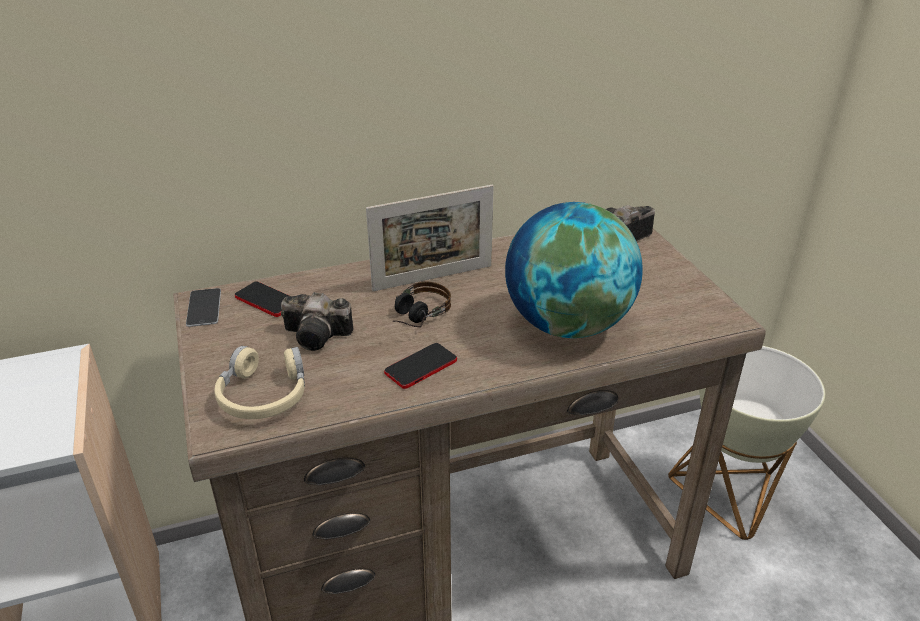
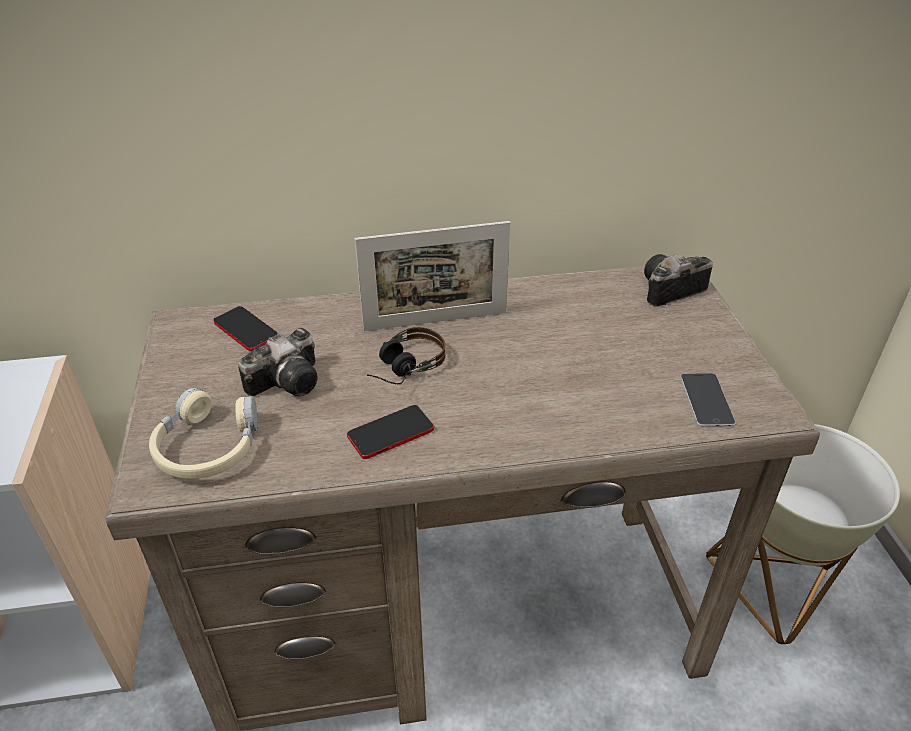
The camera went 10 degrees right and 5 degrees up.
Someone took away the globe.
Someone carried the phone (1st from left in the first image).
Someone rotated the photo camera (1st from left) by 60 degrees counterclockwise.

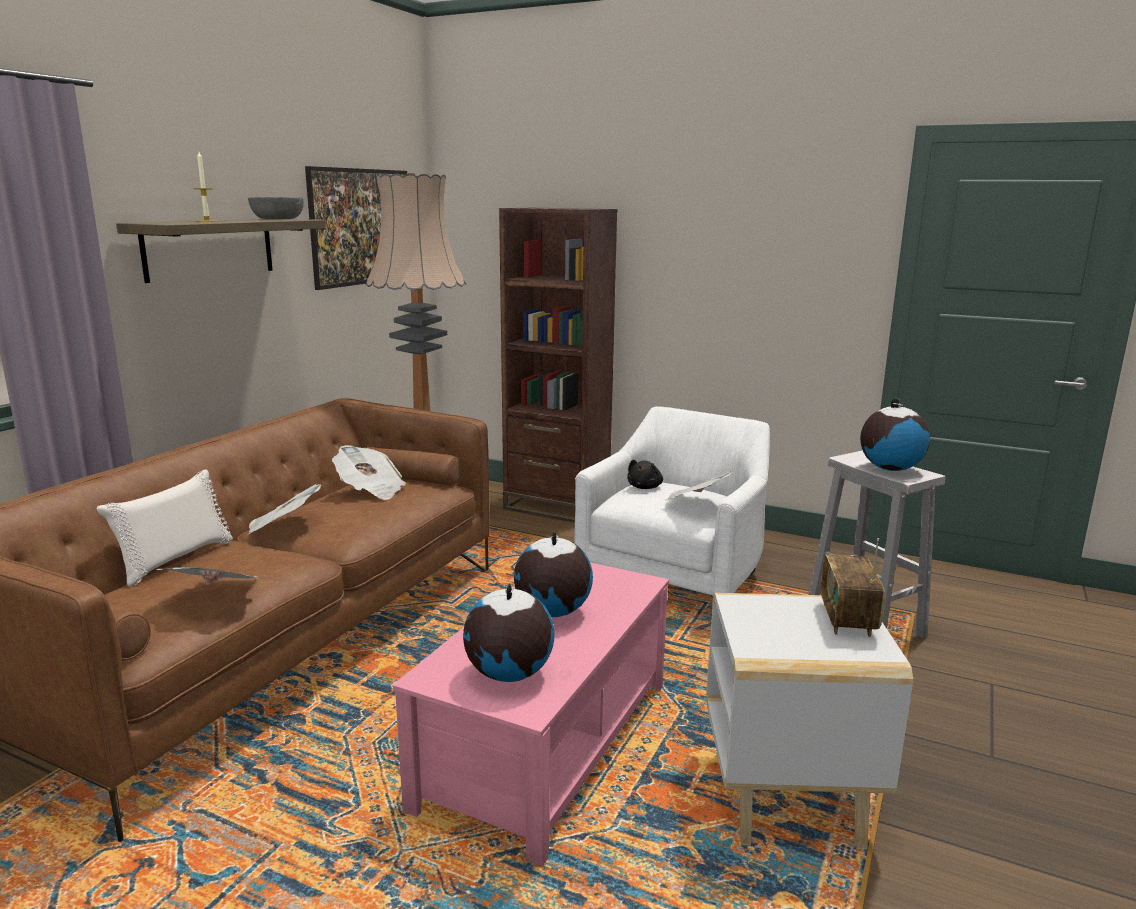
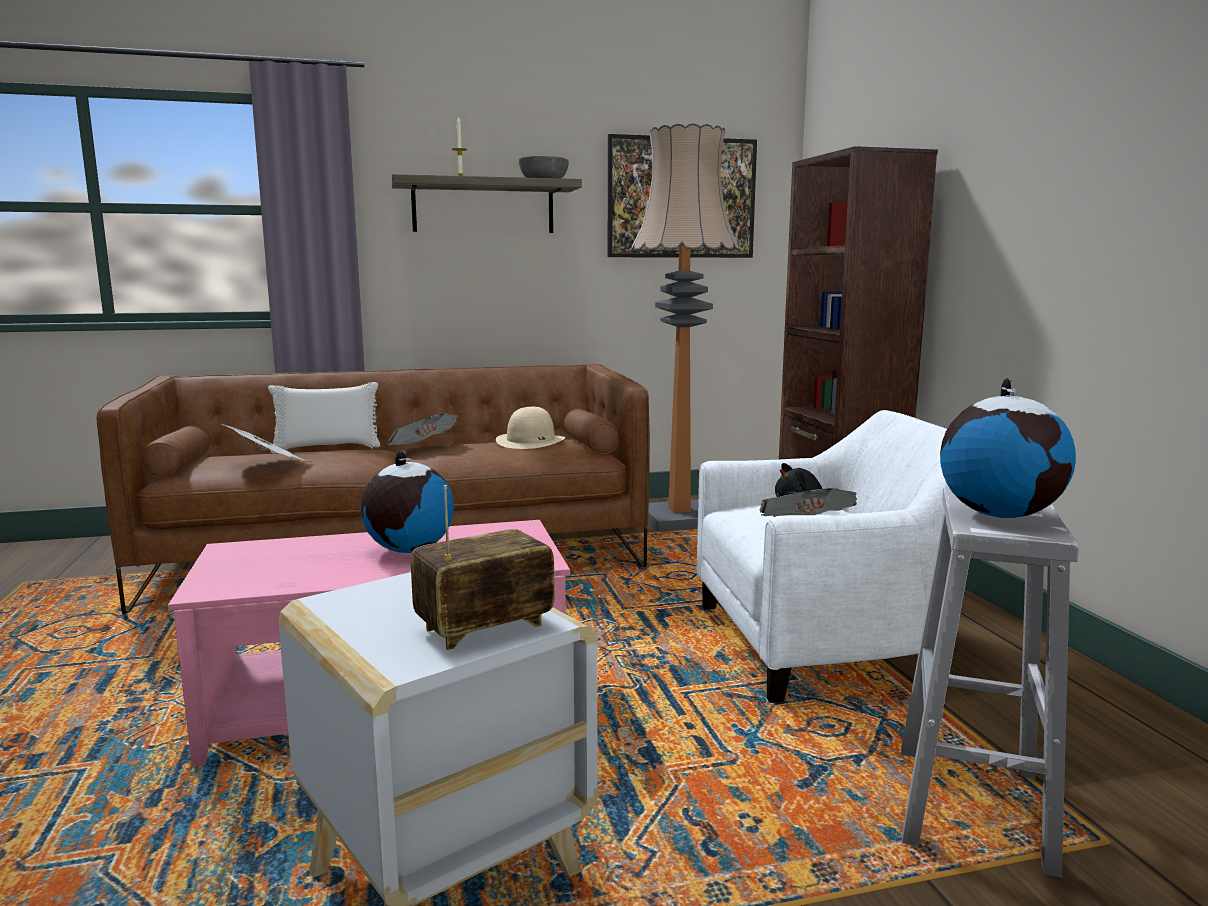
The camera went 50 degrees right and 5 degrees down.
Someone swapped the newspaper (3rd from left) for the hat (beige).
Someone took away the globe (1st from left).

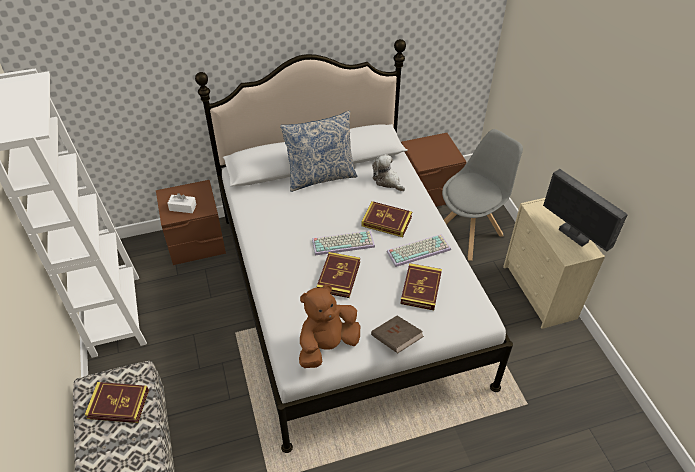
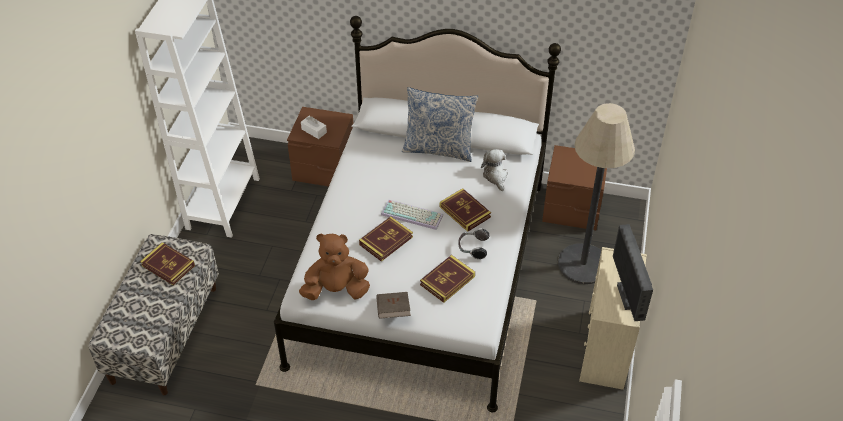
The camera went 30 degrees right and 0 degrees up.
Someone swapped the chair (grey) for the floor lamp.
Someone swapped the keyboard (2nd from left) for the headphones.

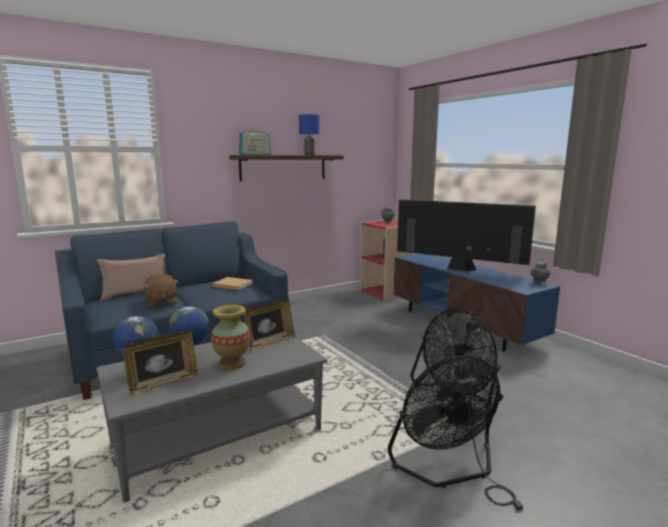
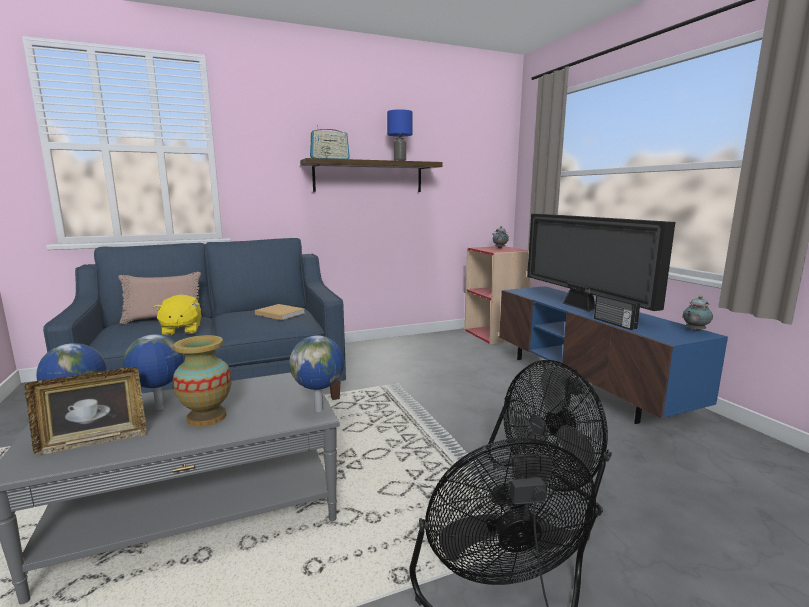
The camera went 10 degrees right and 0 degrees up.
Someone rotated the television by 150 degrees counterclockwise.
Someone repainted the plush toy (brown), which became the plush toy (yellow).
Someone took away the picture frame (2nd from left).
Someone put down the radio (2nd from left).
Someone put down the globe (3rd from left).

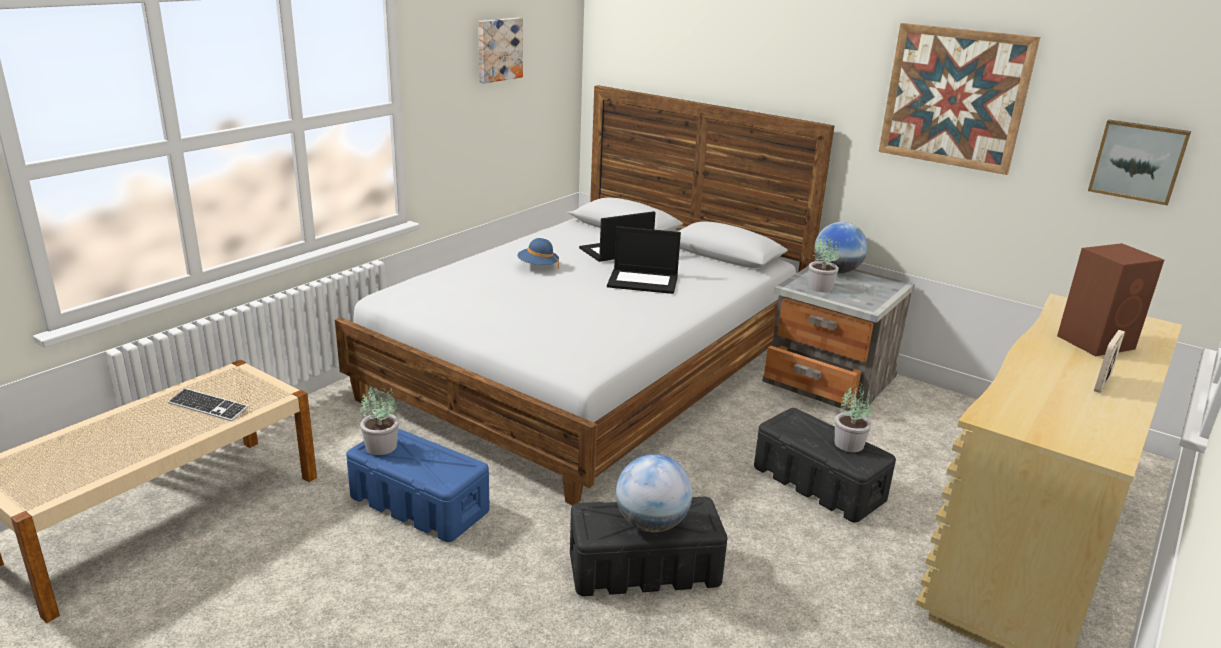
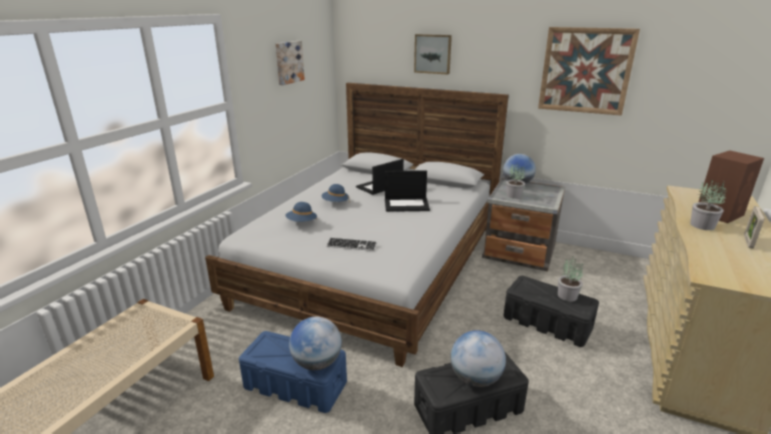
The camera went 10 degrees left and 0 degrees up.
Someone carried the picture (3rd from left in the first image).
Someone carried the potted plant (1st from left in the first image).
Someone carried the keyboard.
Someone put down the hat (blue) (1st from left).
Someone put down the globe (1st from left).

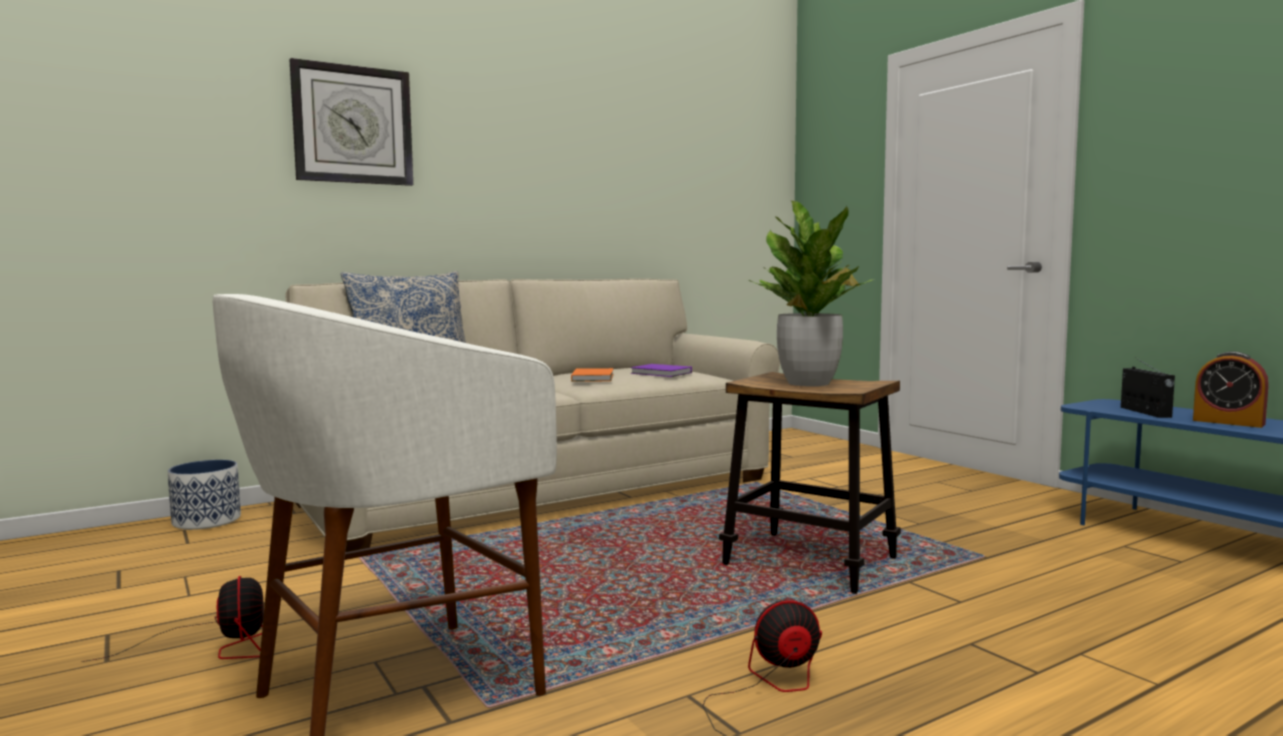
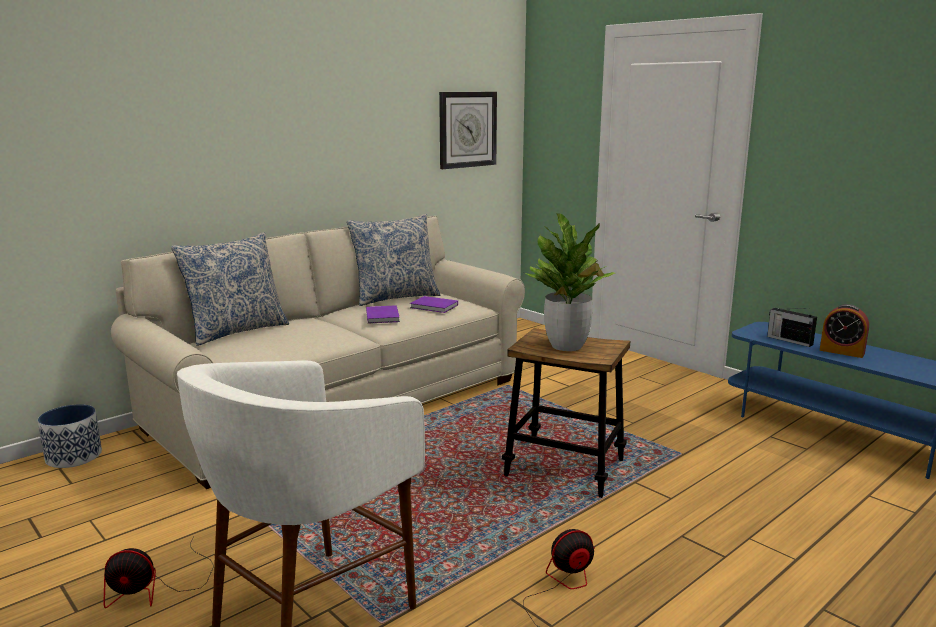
The camera went 10 degrees left and 10 degrees up.
Someone carried the wall clock.
Someone rotated the radio by 150 degrees clockwise.
Someone repainted the book (orange), which became the book (purple) (1st from left).
Someone rotated the fan (1st from left) by 120 degrees clockwise.
Someone put down the pillow (2nd from left).

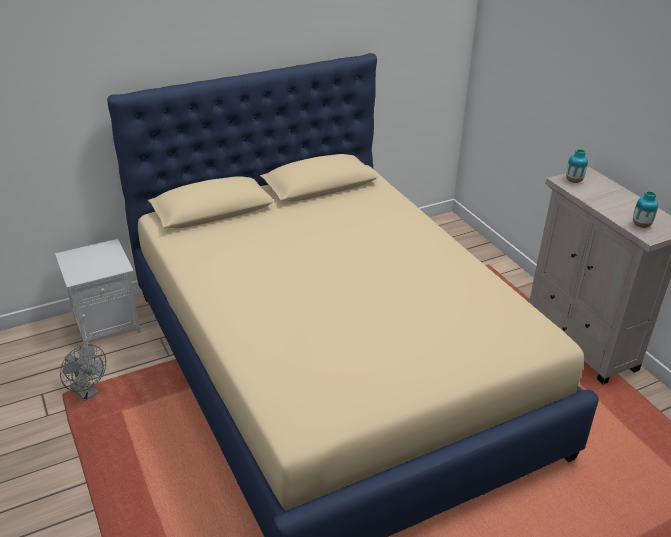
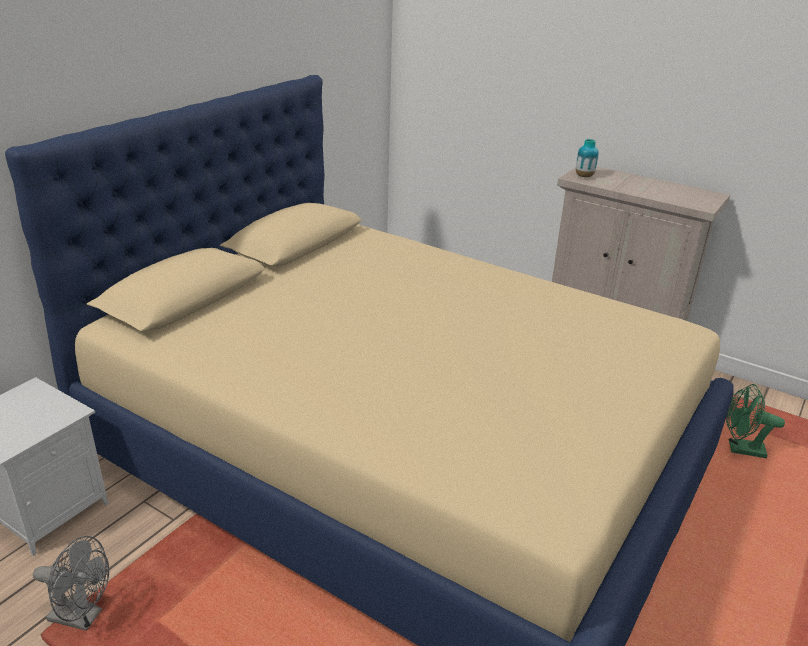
The camera went 30 degrees left and 5 degrees down.
Someone took away the vase (2nd from left).
Someone put down the fan (green).

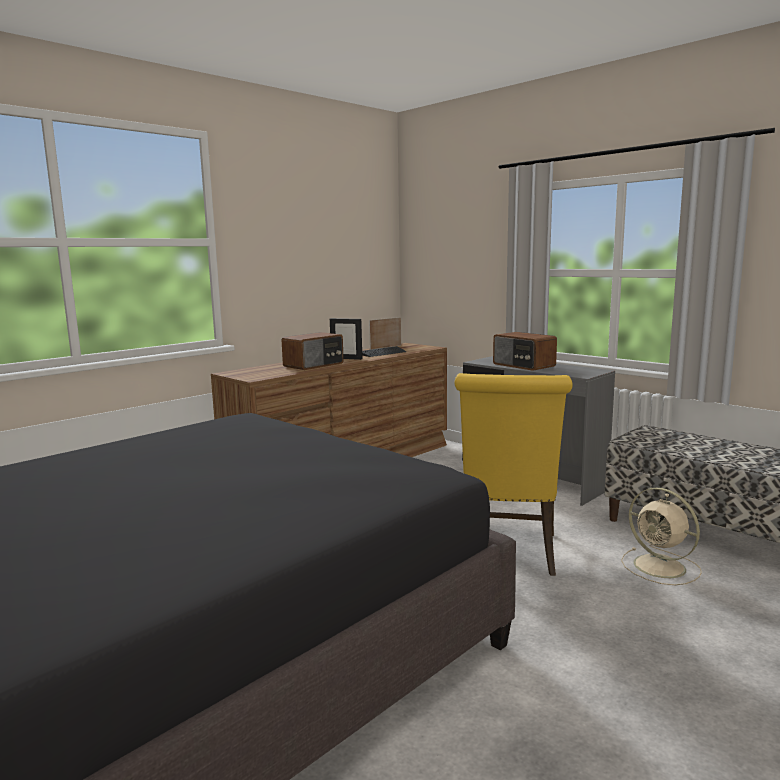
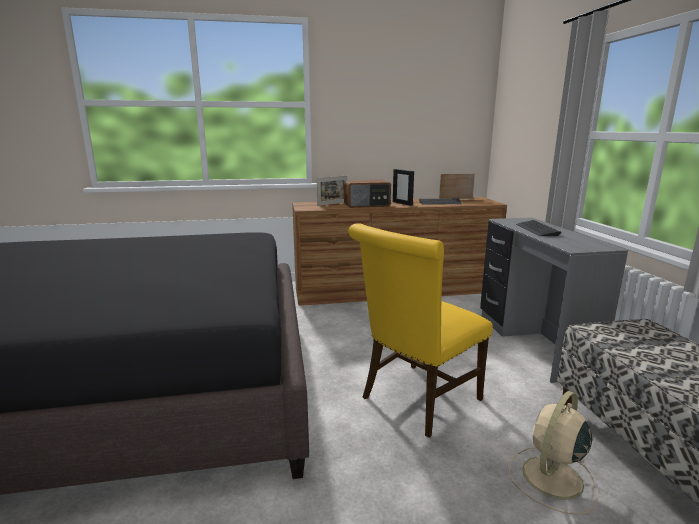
The camera went 35 degrees right and 5 degrees up.
Someone swapped the radio (2nd from left) for the keyboard (2nd from left).
Someone rotated the fan (beige) by 45 degrees clockwise.
Someone put down the picture frame (1st from left).

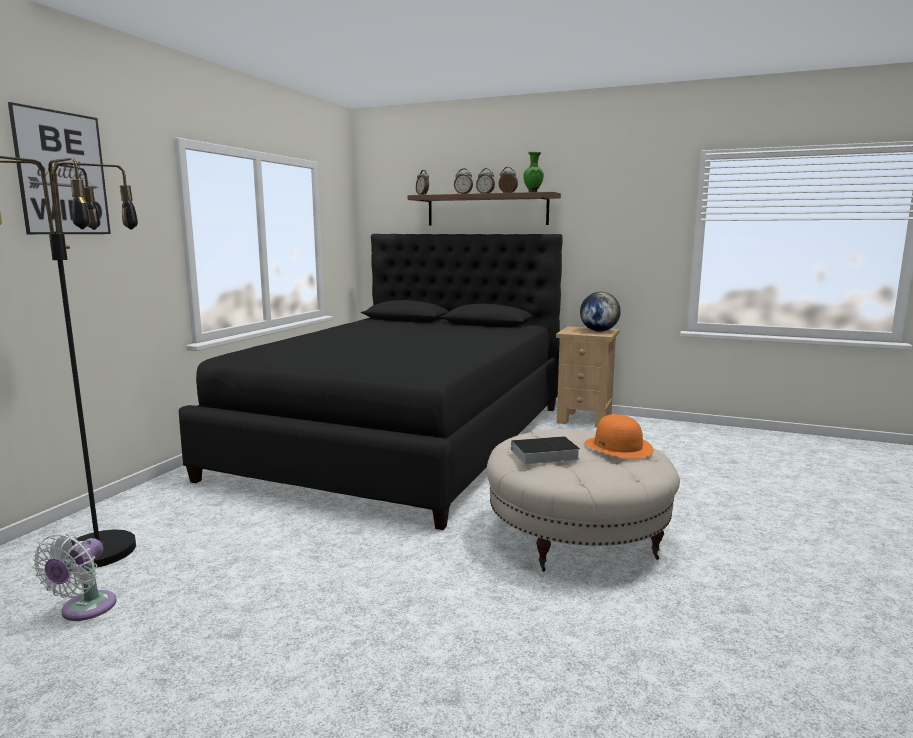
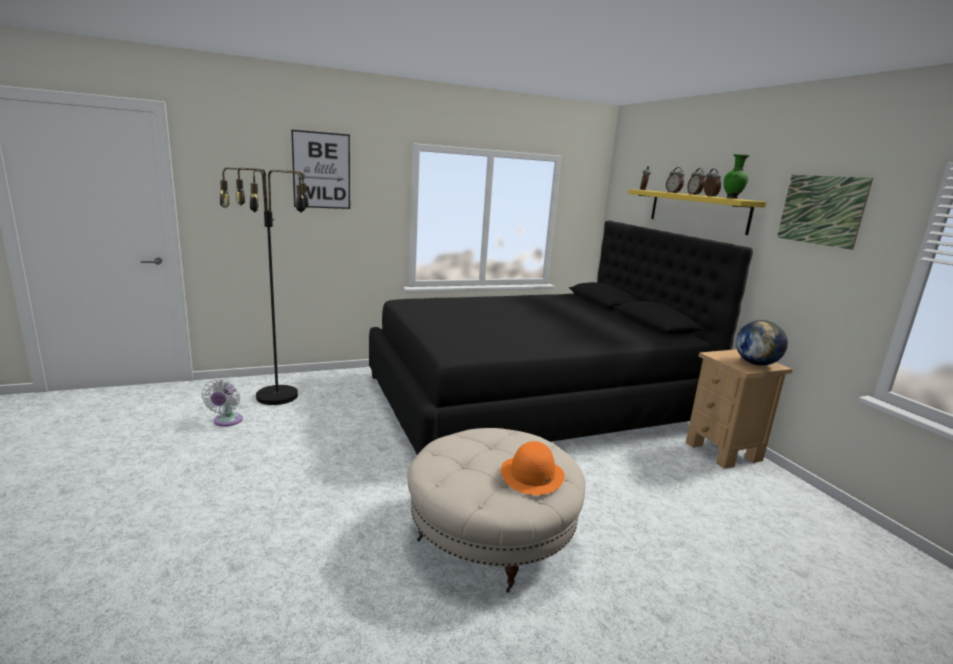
The camera went 45 degrees right and 5 degrees up.
Someone repainted the shelf (brown), which became the shelf (yellow).
Someone took away the book.
Someone rotated the fan (white) by 60 degrees counterclockwise.
Someone put up the picture (2nd from left).

